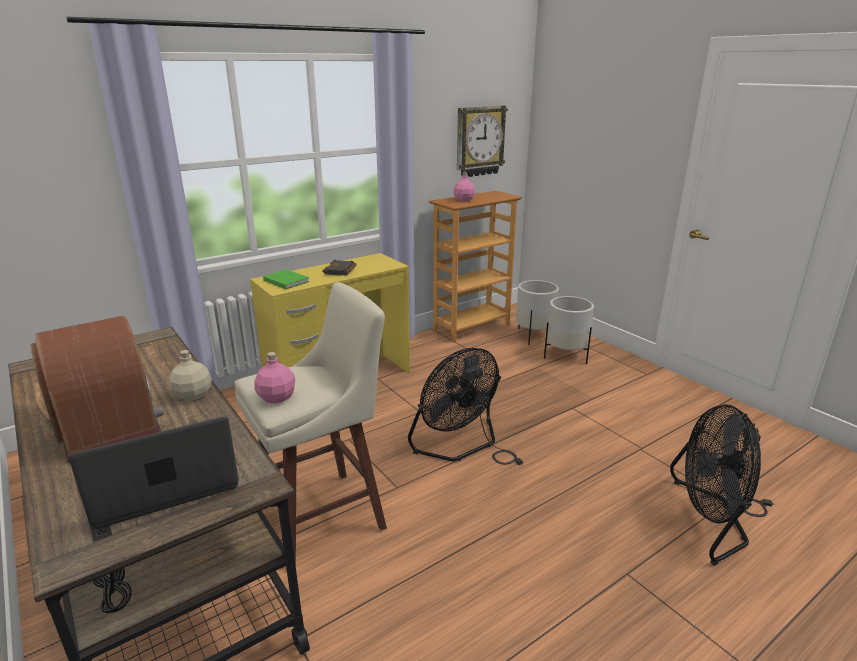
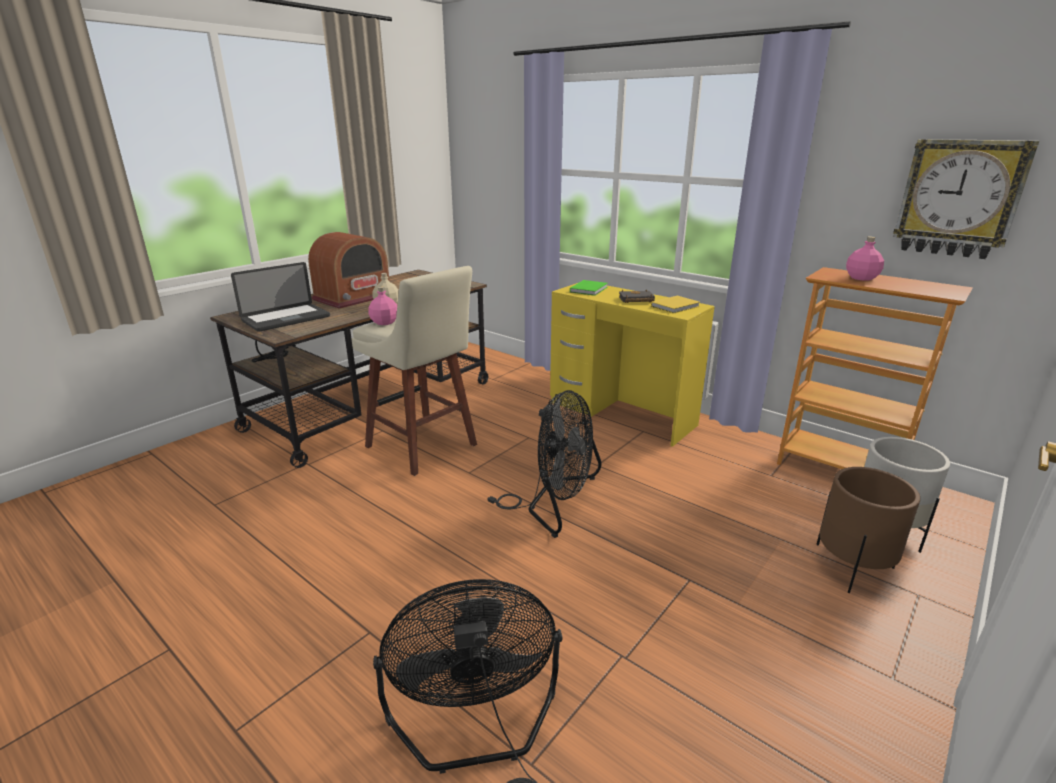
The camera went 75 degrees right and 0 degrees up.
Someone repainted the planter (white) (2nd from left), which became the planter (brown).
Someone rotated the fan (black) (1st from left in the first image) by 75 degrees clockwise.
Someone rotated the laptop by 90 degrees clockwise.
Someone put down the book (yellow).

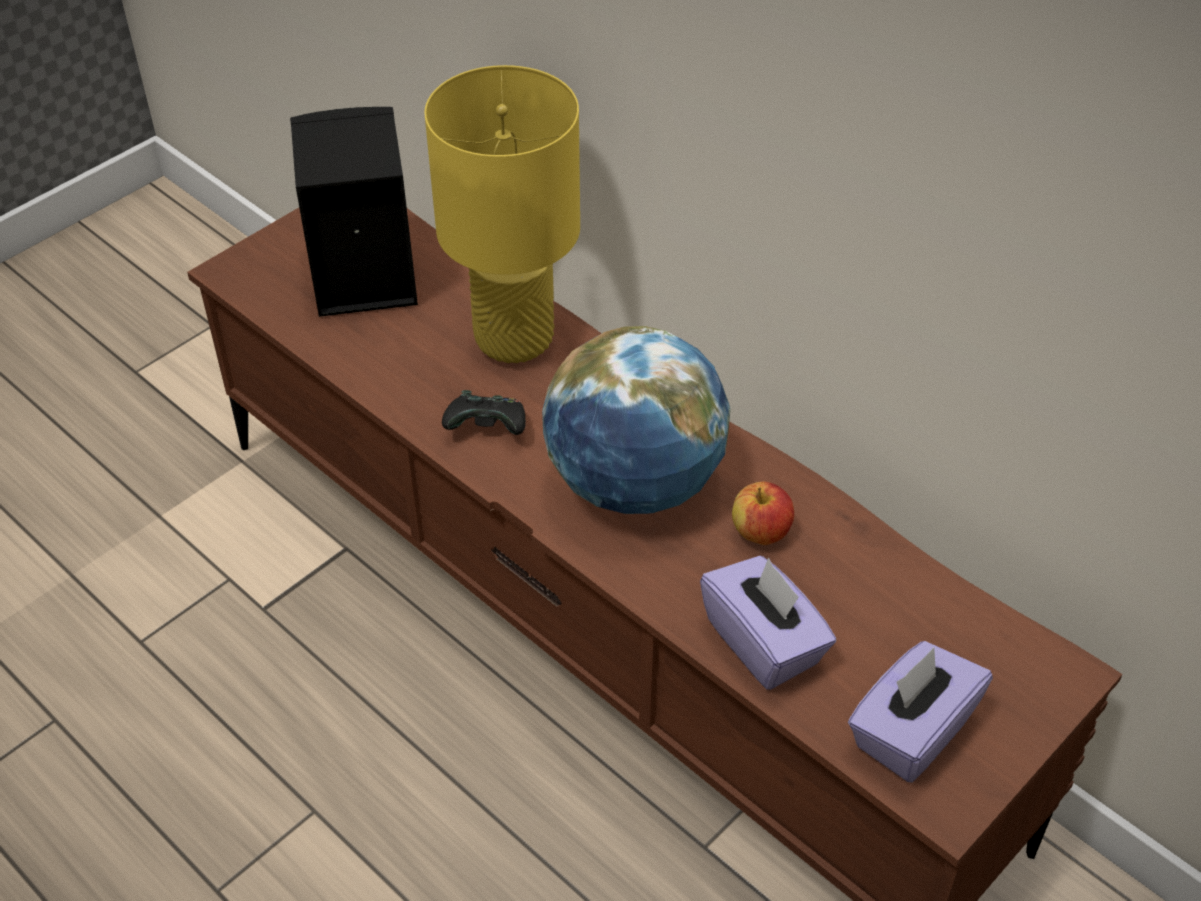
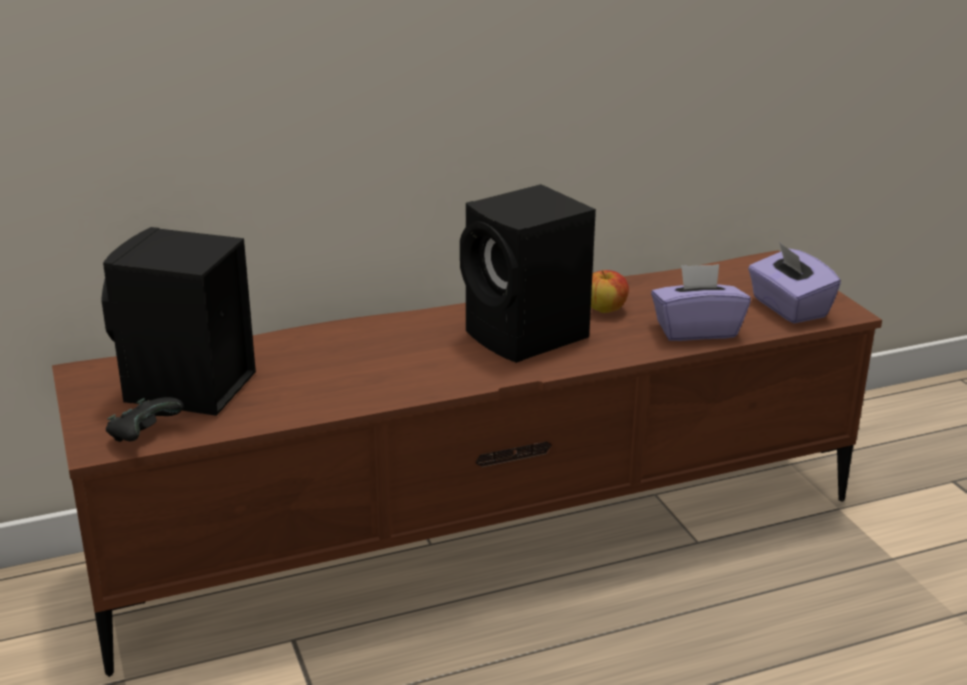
The camera went 65 degrees left and 20 degrees down.
Someone took away the table lamp (yellow).
Someone swapped the globe for the speaker (black) (2nd from left).
Someone carried the game controller (black).

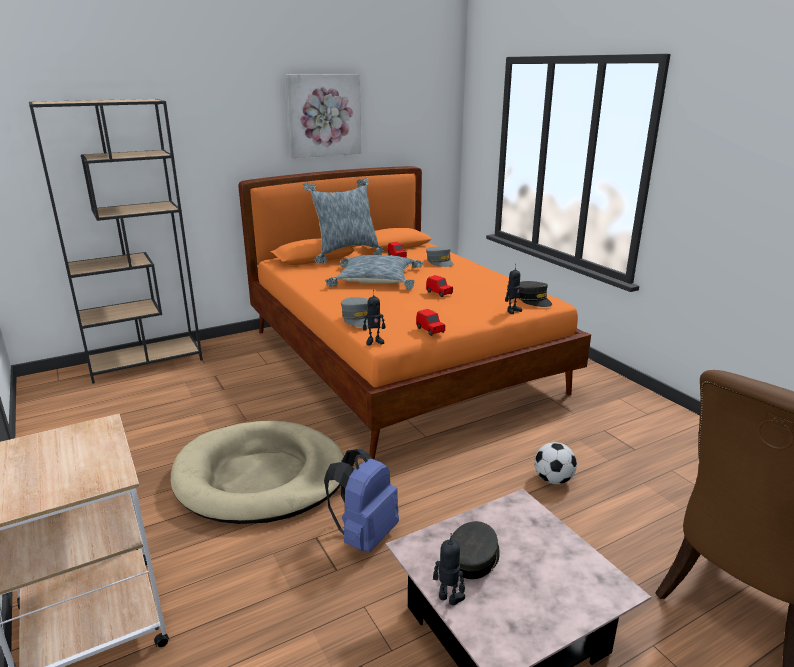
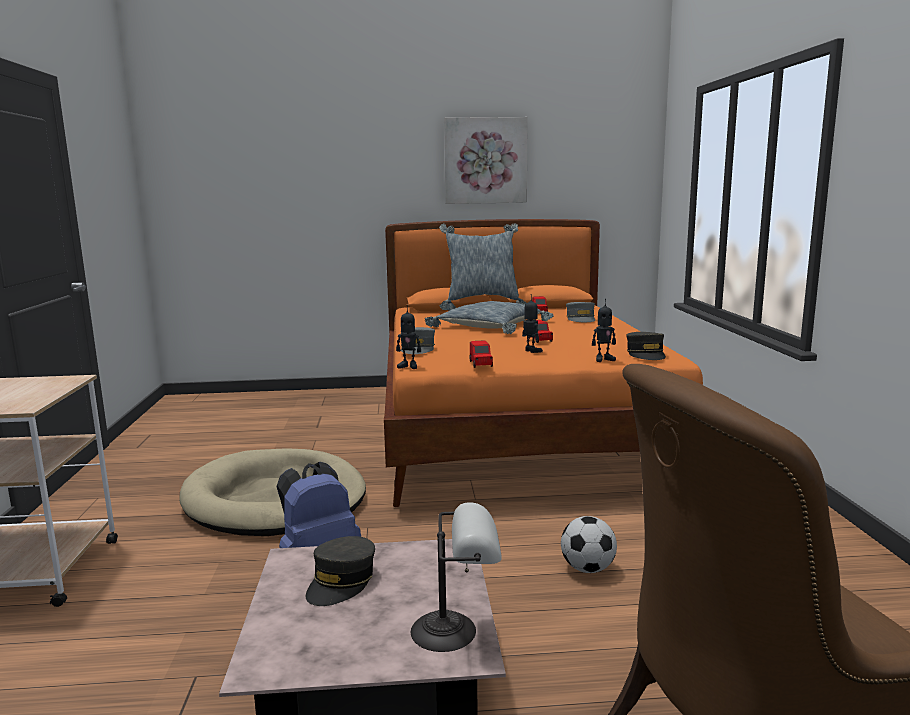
The camera went 25 degrees right and 10 degrees down.
Someone took away the bookcase.
Someone rotated the cap (grey) (3rd from left in the first image) by 150 degrees clockwise.
Someone carried the toy robot (2nd from left).
Someone put down the table lamp.

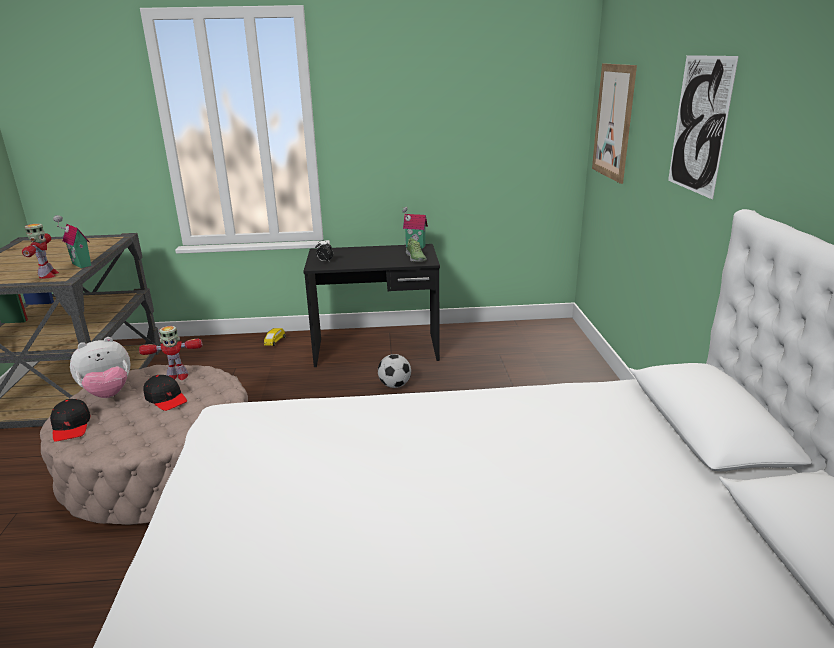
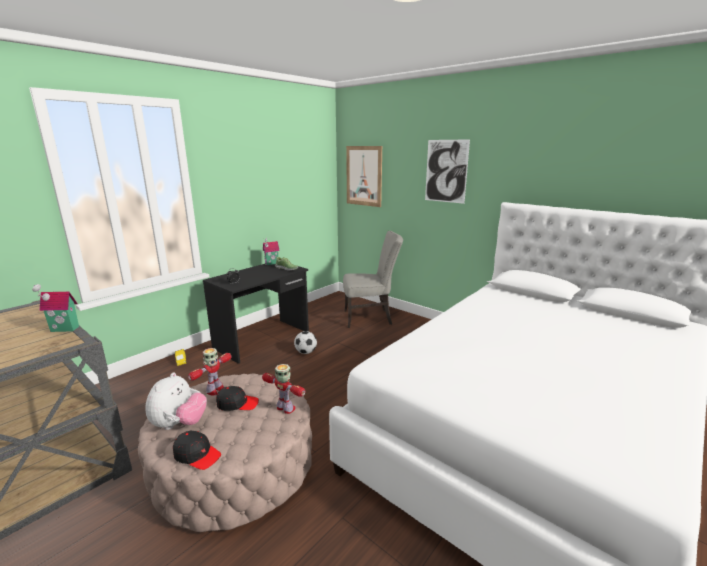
The camera went 45 degrees left and 5 degrees down.
Someone carried the toy robot (1st from left in the first image).
Someone put down the chair (grey).

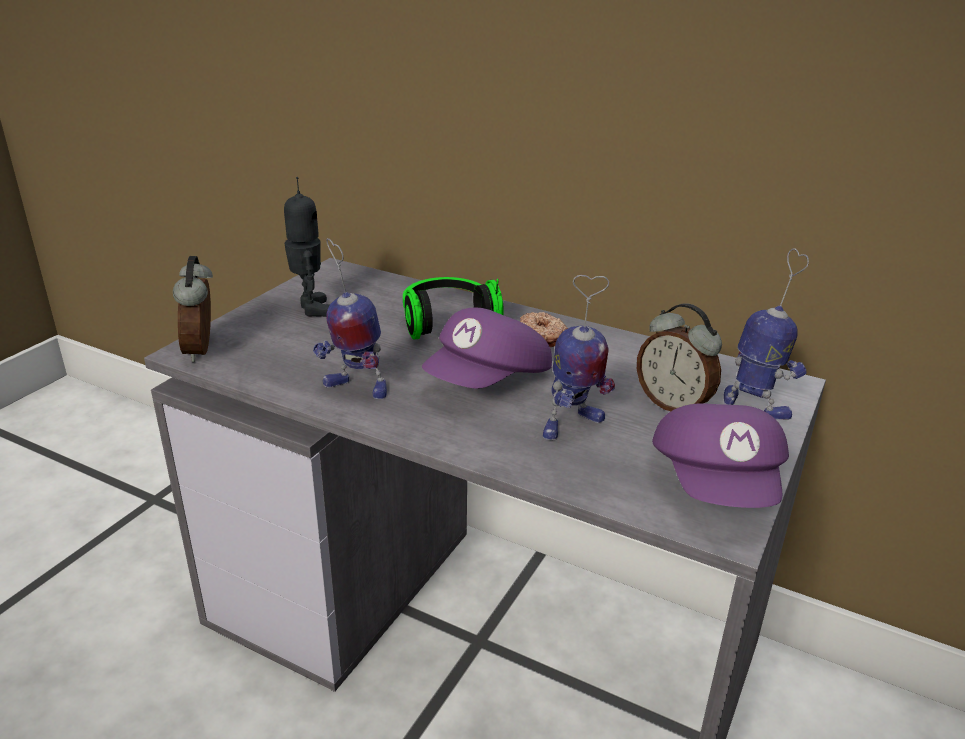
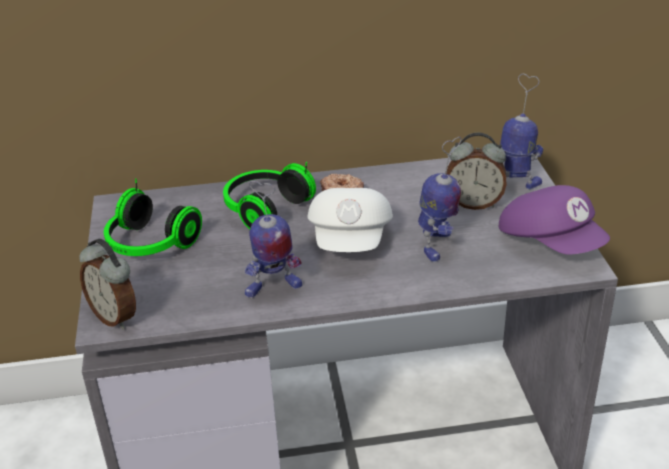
The camera went 35 degrees left and 5 degrees up.
Someone swapped the toy robot (1st from left) for the headphones (1st from left).
Someone repainted the cap (purple) (1st from left), which became the cap (white).

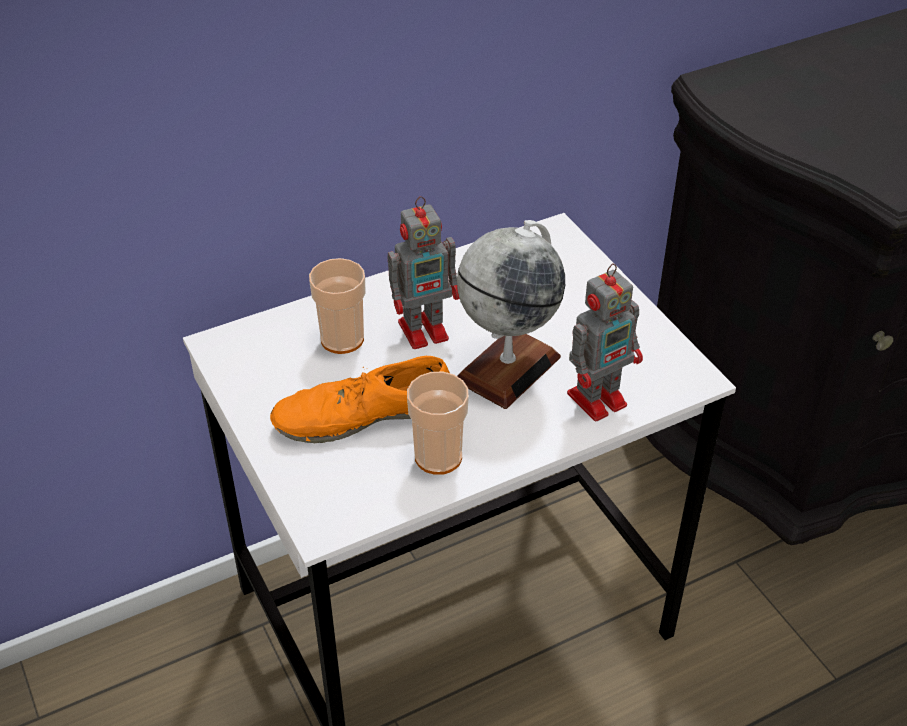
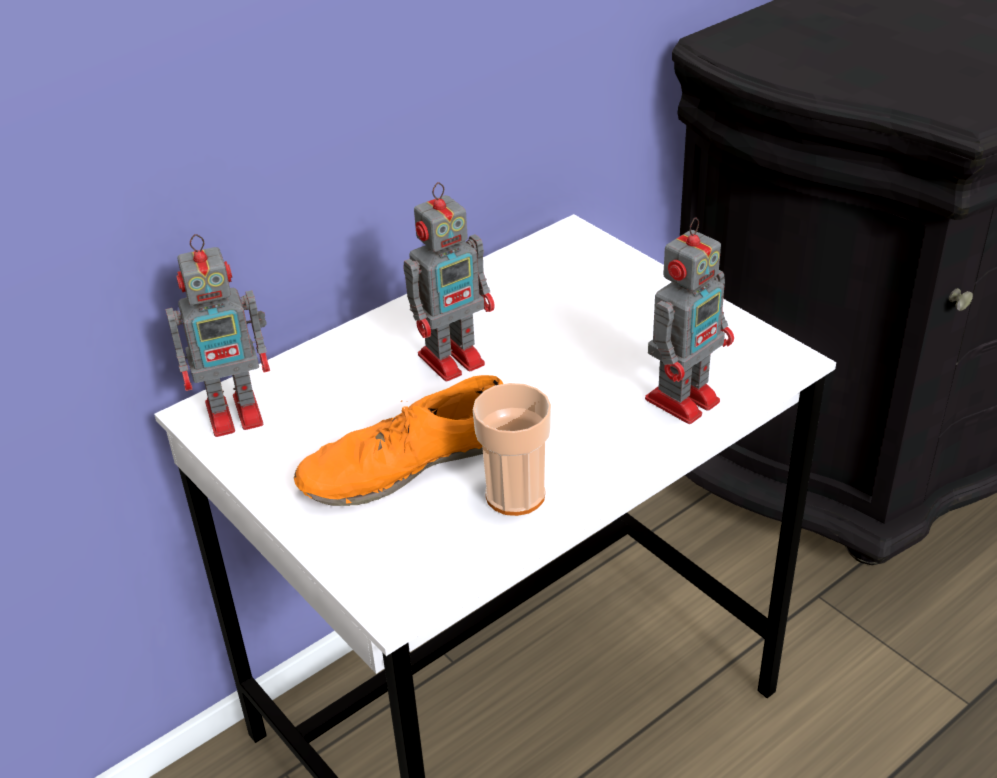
The camera went 10 degrees left and 5 degrees down.
Someone took away the globe.
Someone took away the cup (1st from left).
Someone put down the toy robot (1st from left).

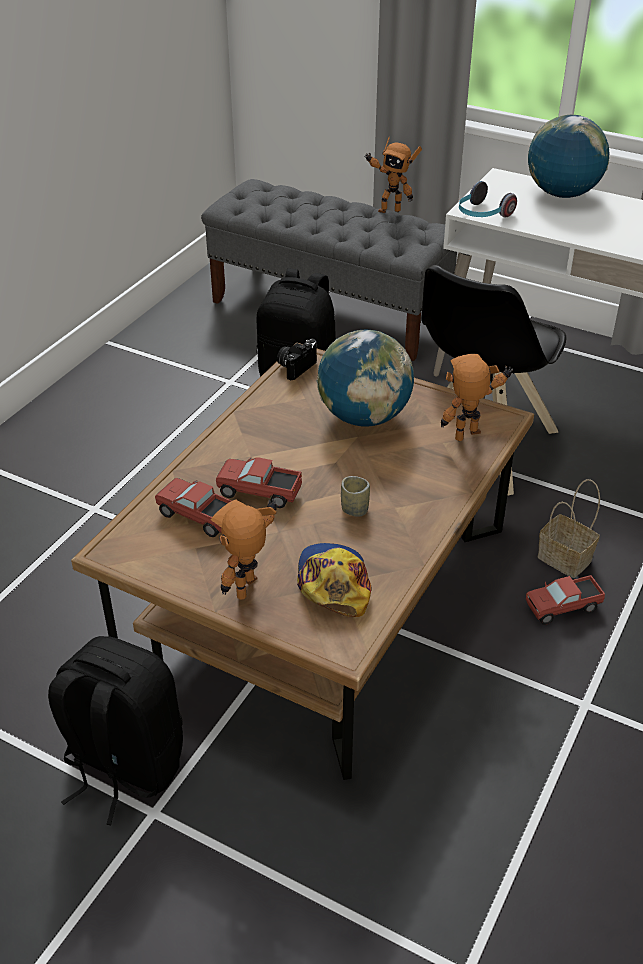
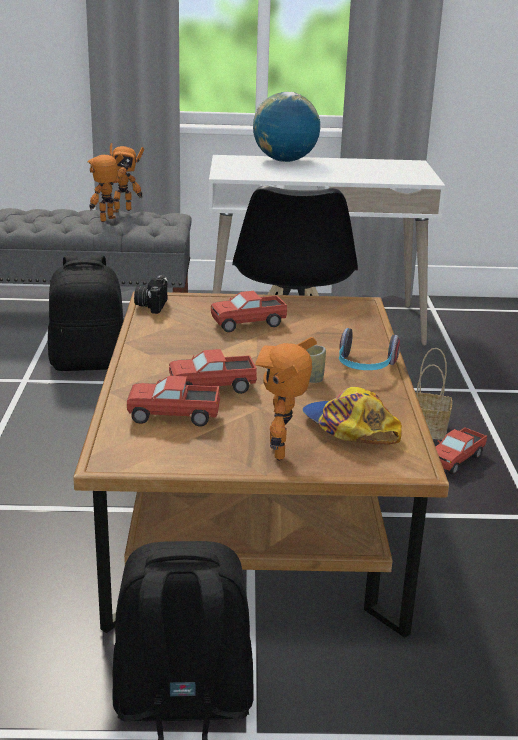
The camera went 30 degrees left and 15 degrees down.
Someone carried the headphones.
Someone swapped the globe (1st from left) for the toy truck (3rd from left).
Someone carried the toy robot (3rd from left in the first image).

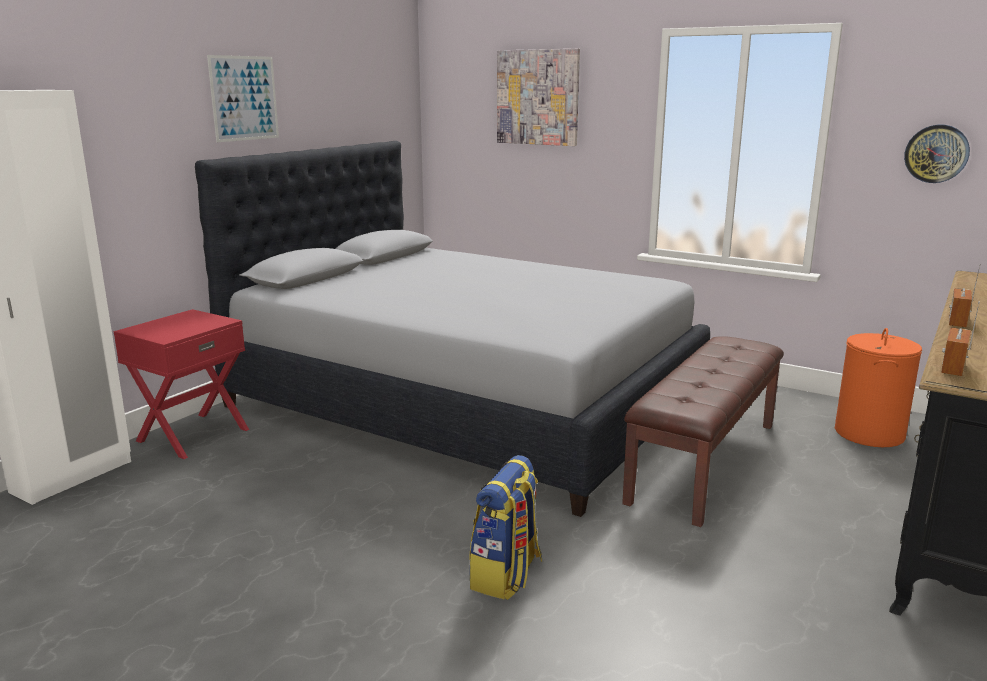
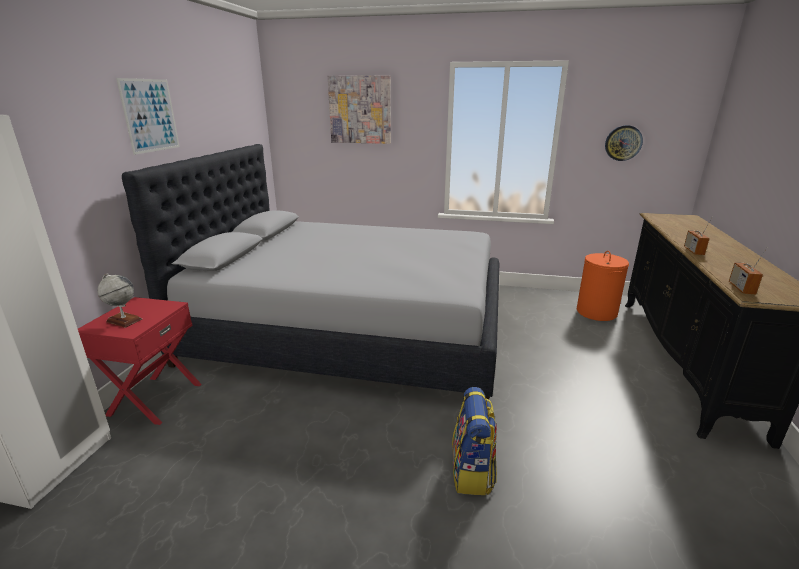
The camera went 20 degrees left and 5 degrees up.
Someone took away the bench (brown).
Someone put down the globe.

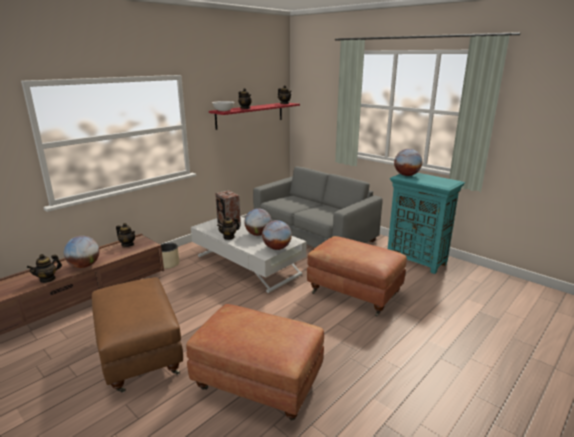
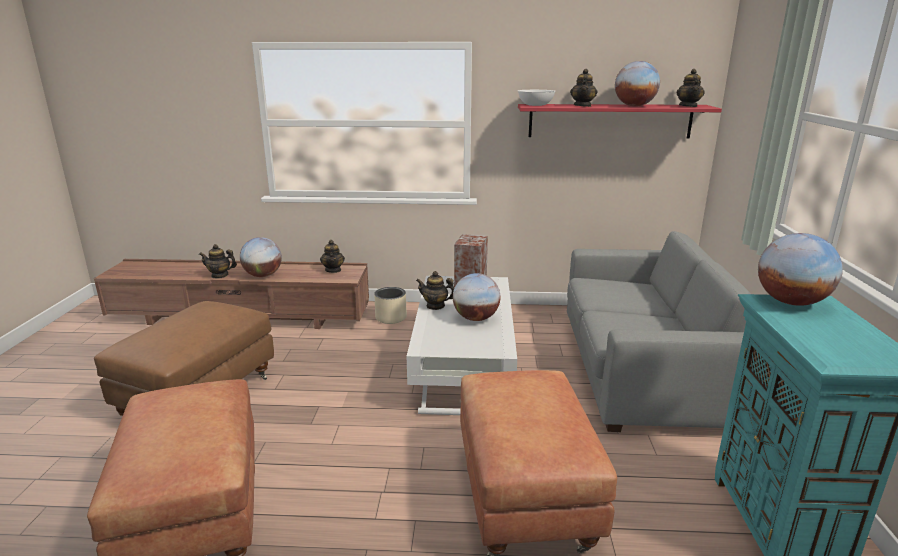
The camera went 50 degrees right and 0 degrees up.
Someone carried the globe (3rd from left).

